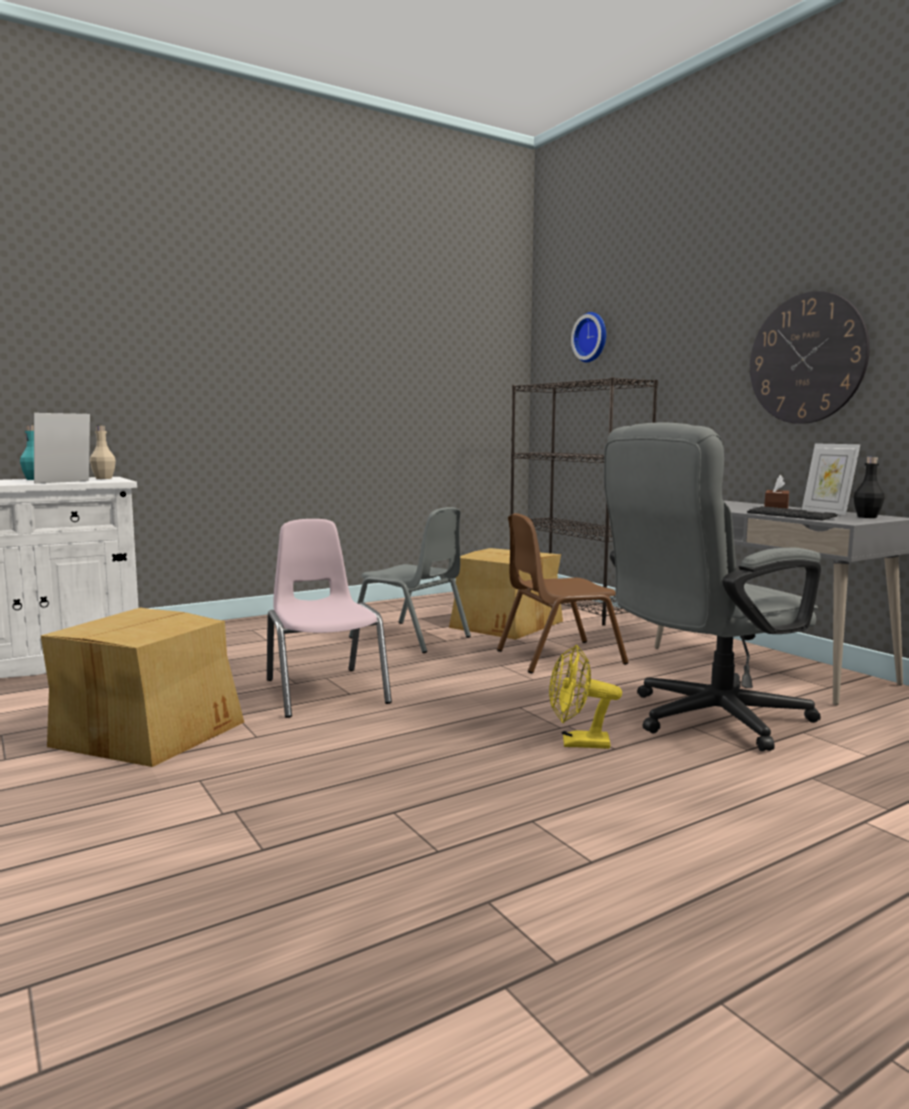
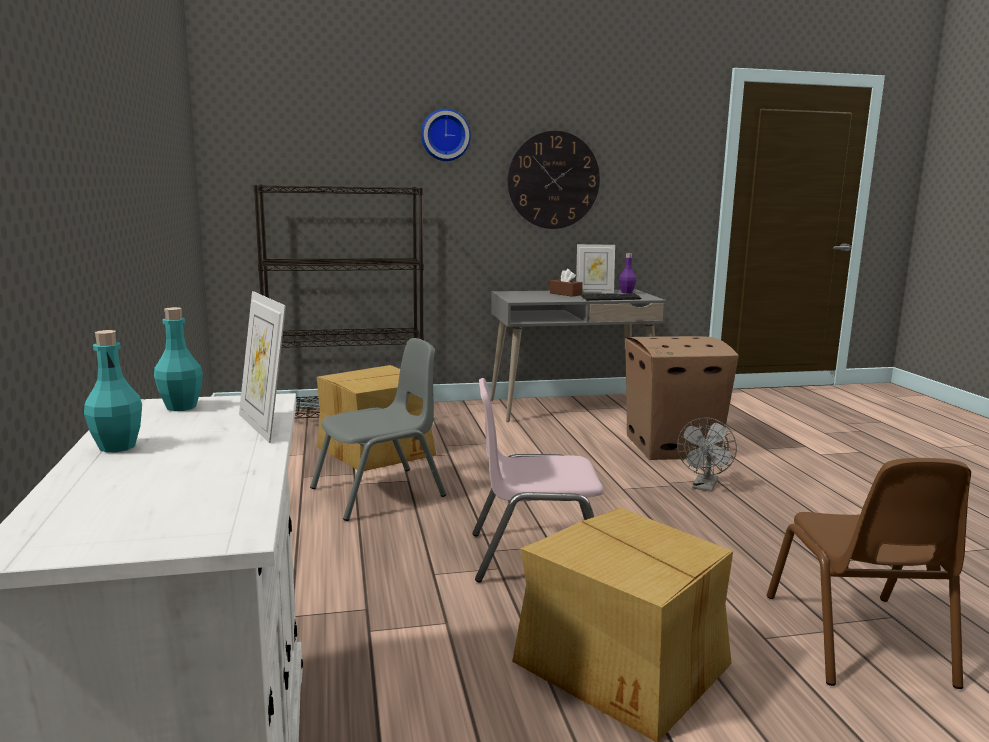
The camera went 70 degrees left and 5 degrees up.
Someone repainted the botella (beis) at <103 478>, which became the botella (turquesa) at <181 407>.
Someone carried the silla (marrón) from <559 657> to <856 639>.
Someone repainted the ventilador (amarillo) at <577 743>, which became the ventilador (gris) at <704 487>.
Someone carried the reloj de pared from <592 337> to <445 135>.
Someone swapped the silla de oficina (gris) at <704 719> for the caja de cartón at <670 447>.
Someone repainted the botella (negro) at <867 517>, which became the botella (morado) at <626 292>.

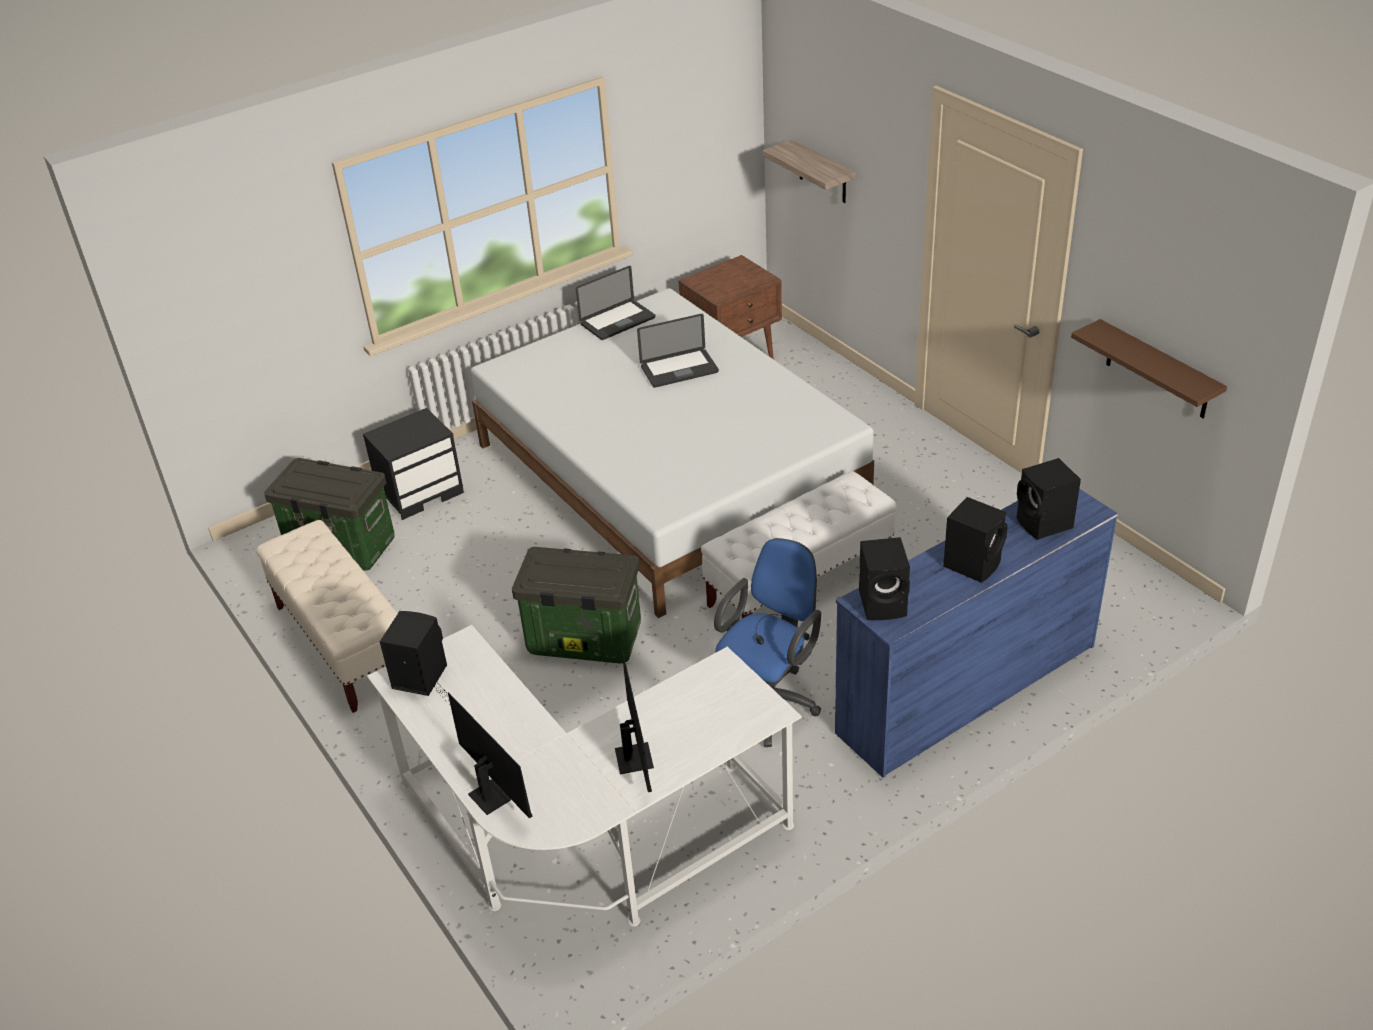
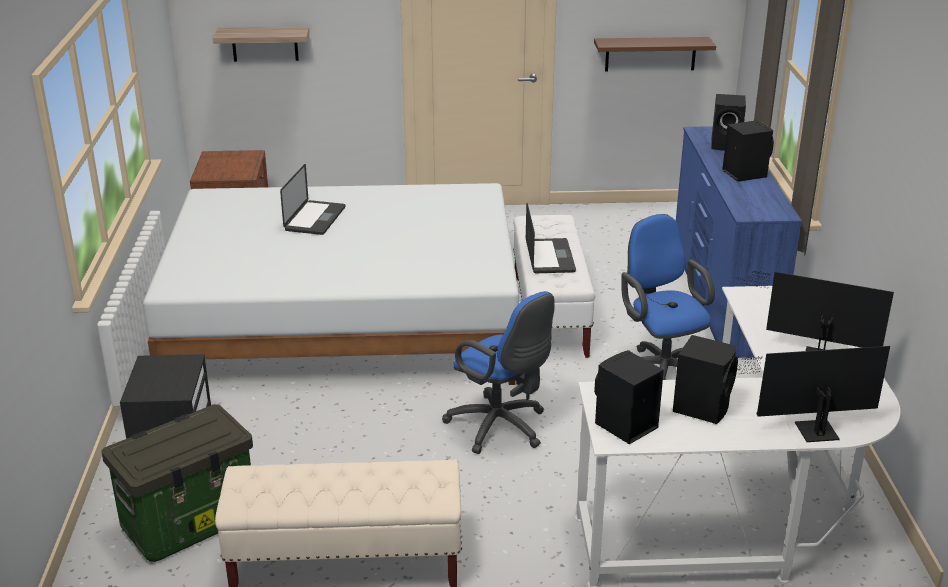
The camera went 60 degrees left and 10 degrees down.
Someone swapped the caja de almacenaje at <582 640> for the silla de oficina (azul) at <501 428>.
Someone carried the portátil from <617 321> to <549 257>.
Someone carried the altavoz (negro) from <884 604> to <702 407>.

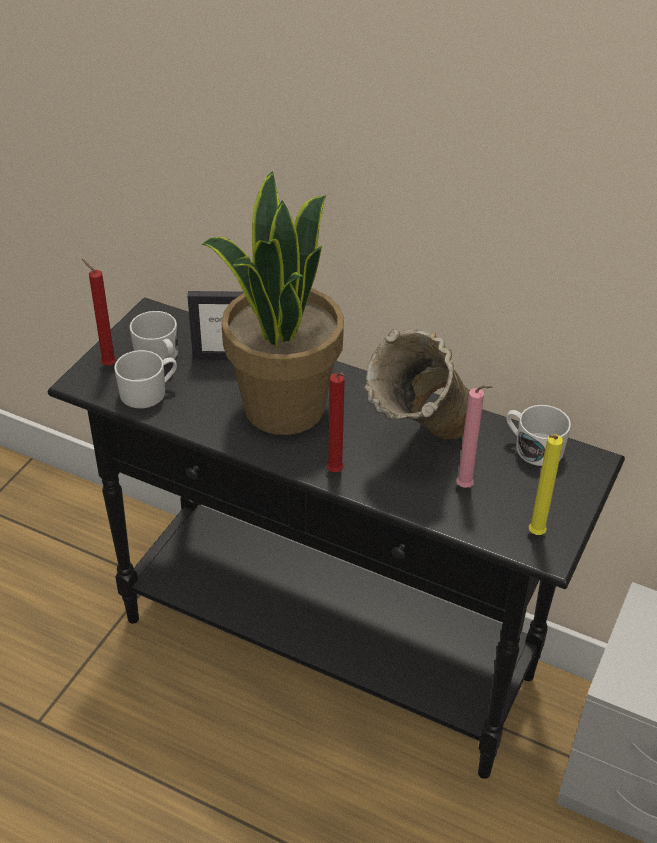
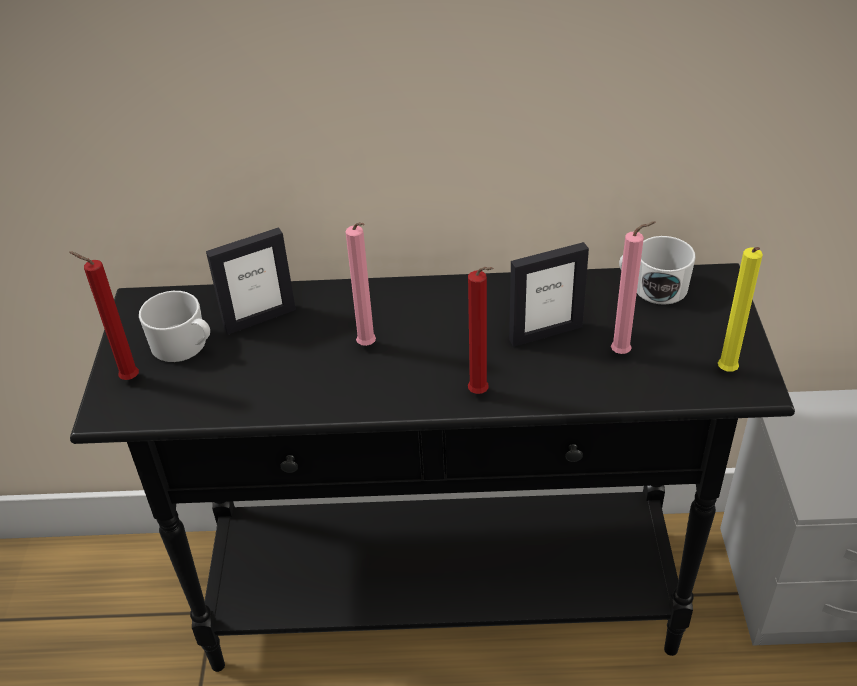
The camera went 25 degrees left and 0 degrees up.
Someone took away the taza grande (blanco) at <149 392>.
Someone swapped the planta en maceta at <282 407> for the vela (rosa) at <368 347>.
Someone swapped the florero (beis) at <419 448> for the portarretratos at <545 333>.

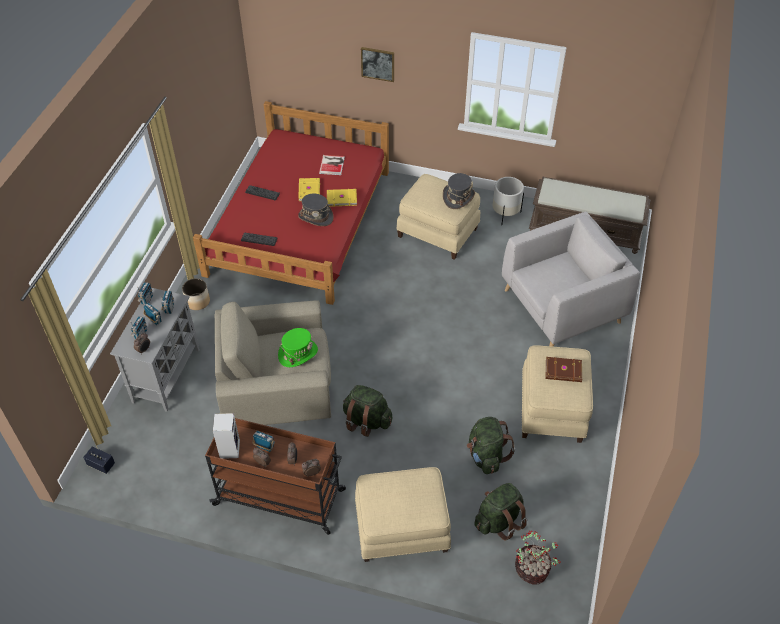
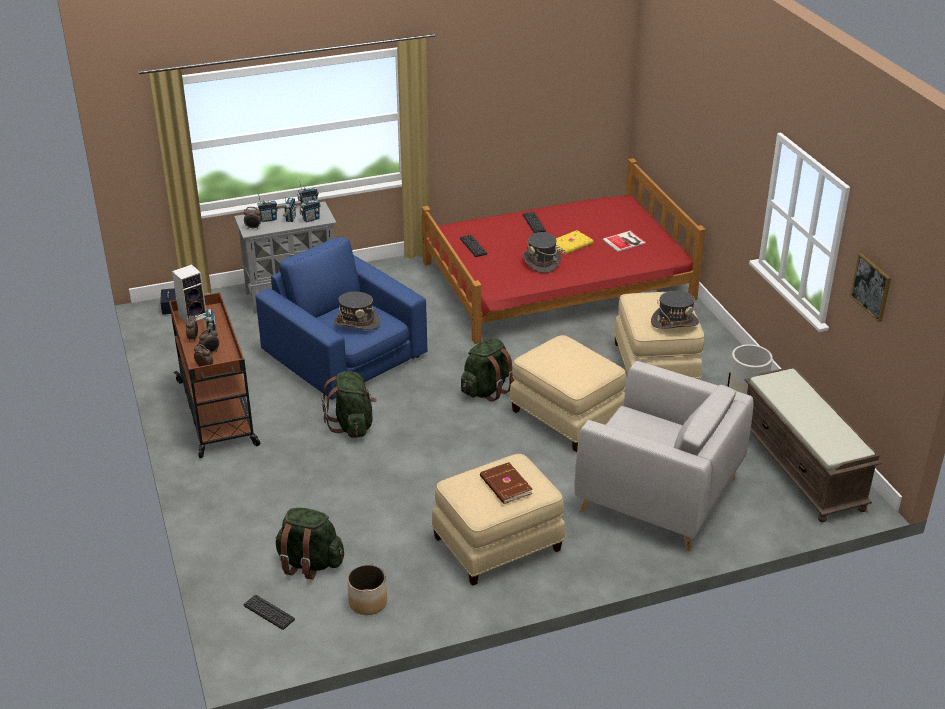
The camera went 55 degrees right and 15 degrees down.
Someone carried the maceta from <197 301> to <368 602>.
Someone repainted the sillón (beis) at <277 381>, which became the sillón (azul) at <346 354>.
Someone repainted the sombrero (verde) at <298 353>, which became the sombrero (gris) at <357 322>.
Someone took away the libro (amarillo) at <341 198>.
Someone carried the puf (beis) from <402 529> to <566 417>.
Someone carried the cuadro from <378 64> to <871 287>.
Someone carried the mochila (verde) from <486 456> to <486 390>.
Someone swapped the planta en maceta at <533 569> for the teclado at <269 612>.

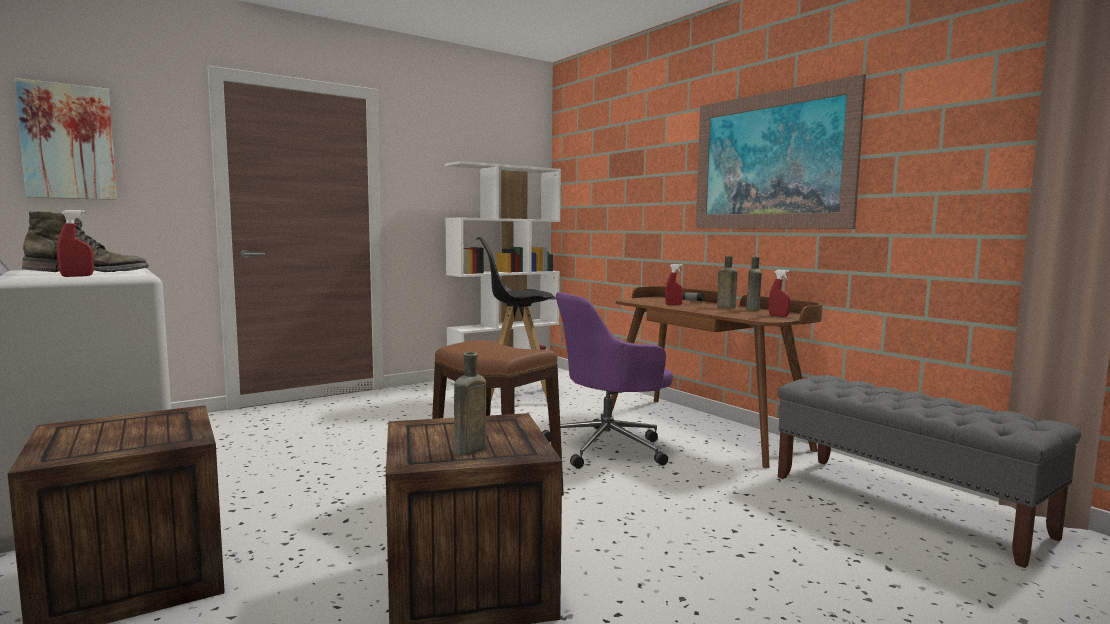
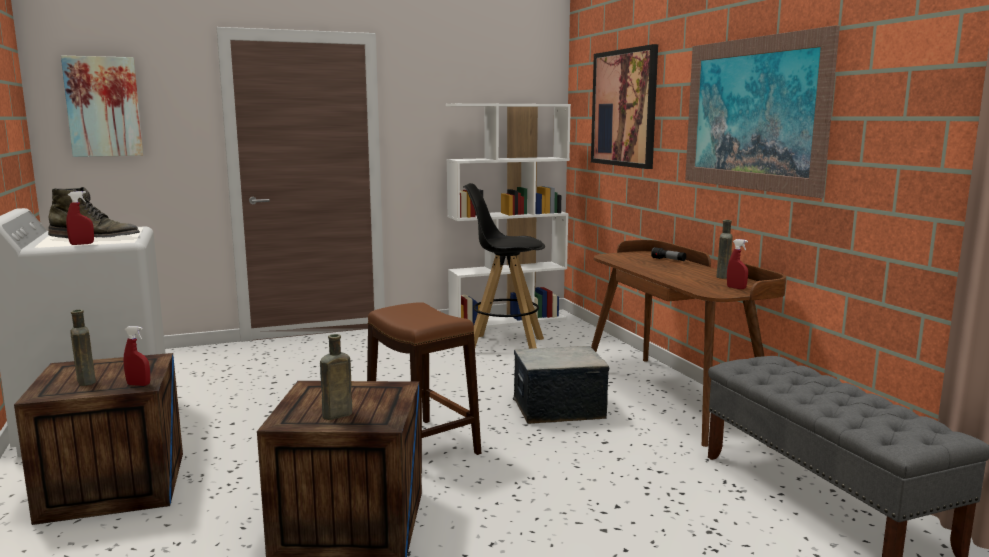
The camera went 15 degrees right and 5 degrees up.
Someone swapped the silla de oficina (morado) at <609 447> for the caja de almacenaje at <558 409>.
Someone carried the pulverizador (rojo) from <673 305> to <138 384>.
Someone carried the botella (marrón) from <725 307> to <85 381>.
Someone put up the cuadro at <624 108>.

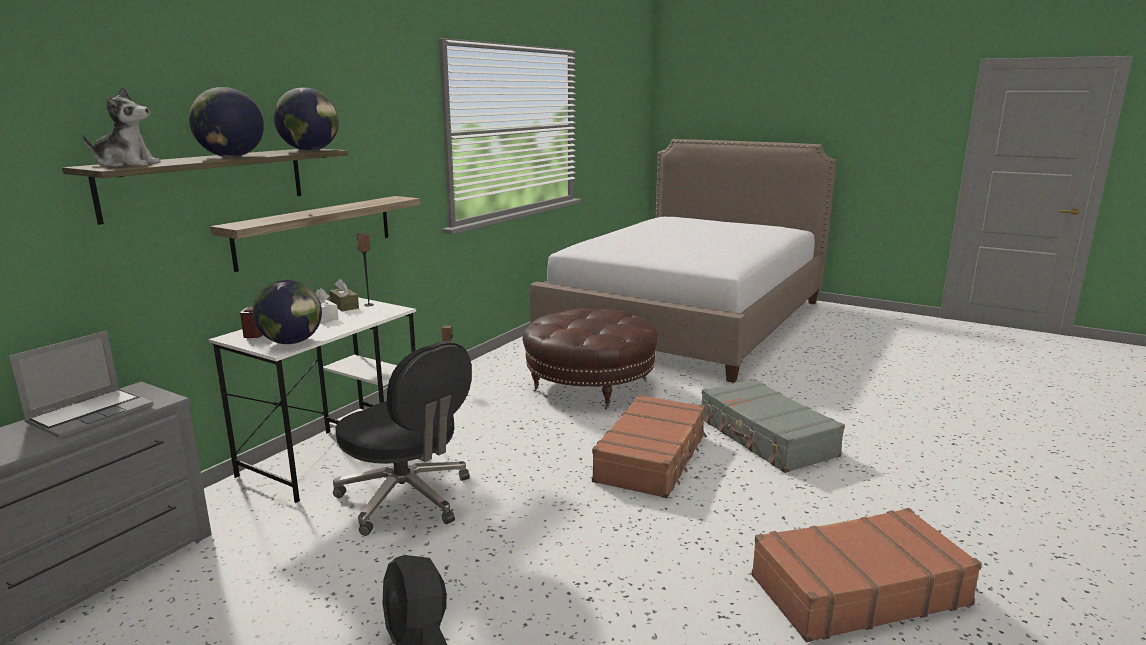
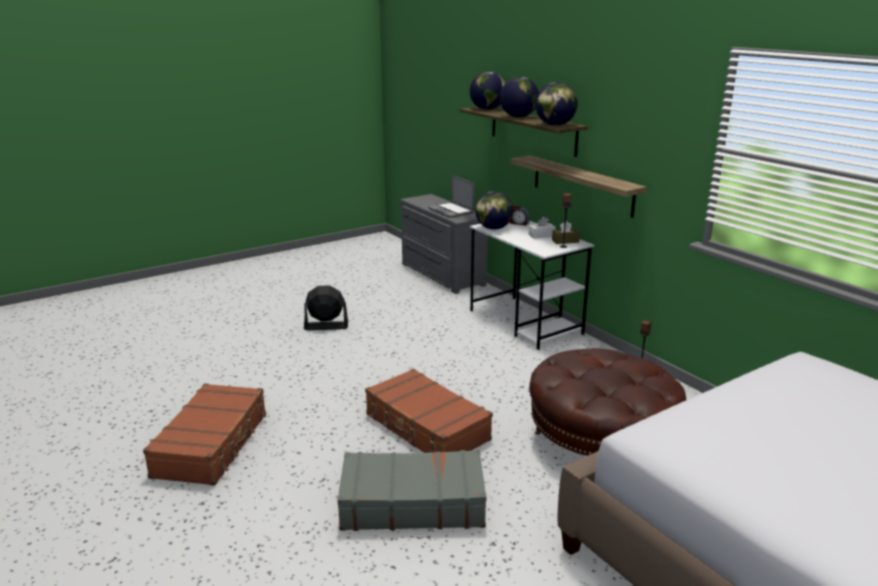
The camera went 115 degrees right and 5 degrees up.
Someone swapped the peluche at <126 164> for the globo terráqueo at <487 109>.
Someone took away the silla de oficina (negro) at <407 499>.

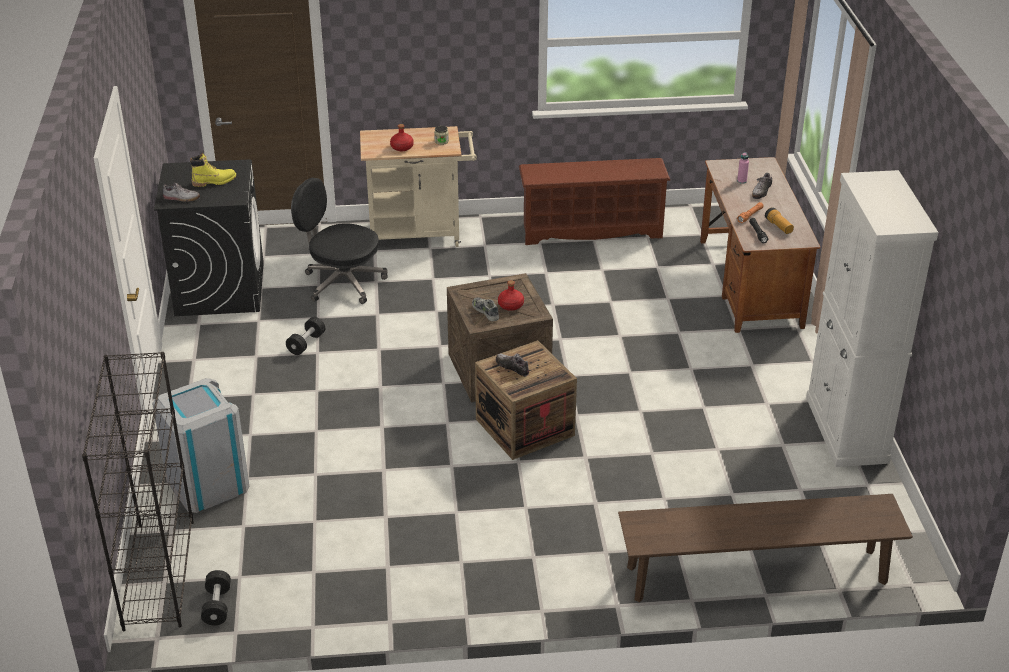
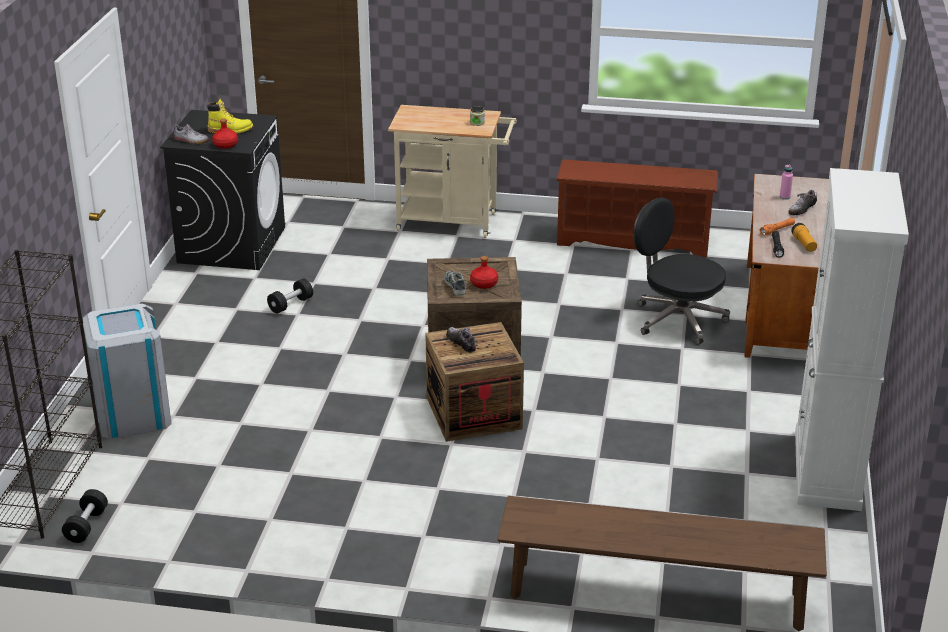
The camera went 15 degrees right and 5 degrees down.
Someone carried the silla de oficina (negro) from <342 282> to <677 319>.
Someone carried the botella (rojo) from <402 147> to <225 145>.

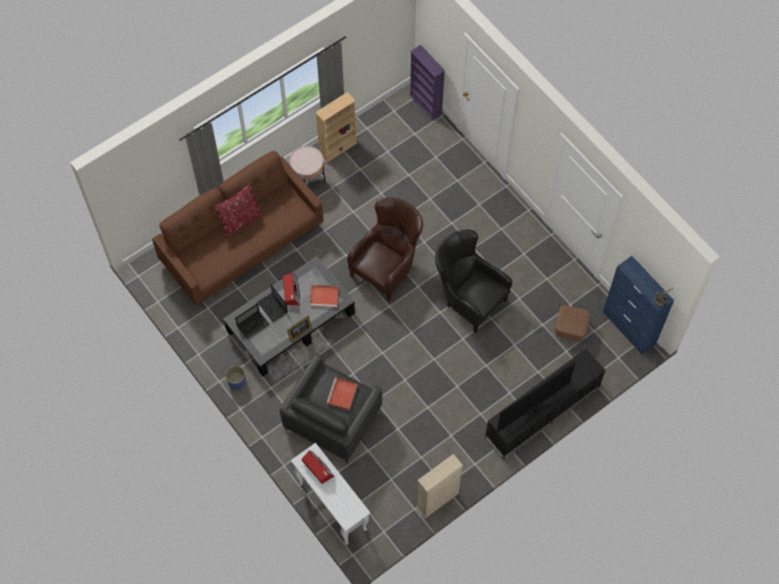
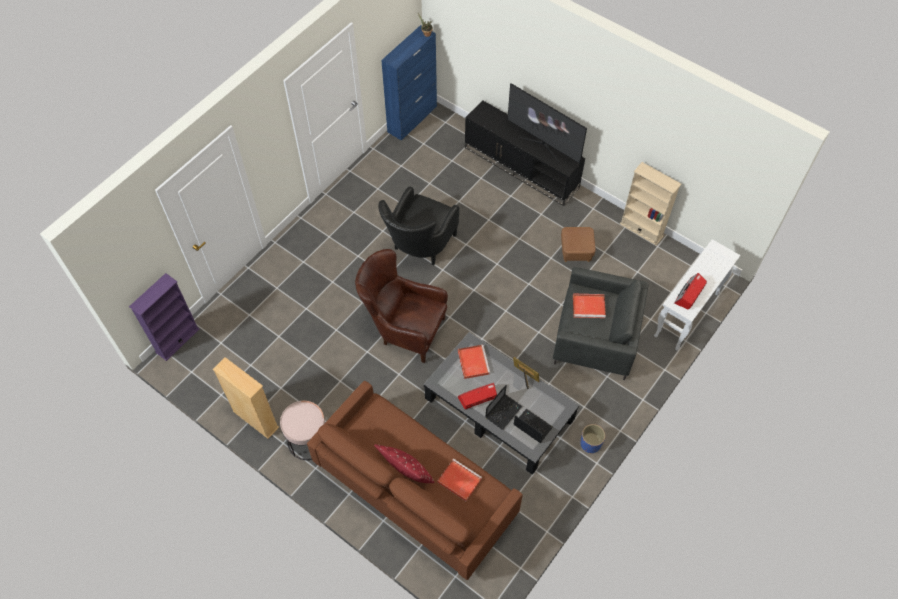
The camera went 105 degrees left and 5 degrees down.
Someone carried the puf (marrón) from <570 328> to <576 251>.
Someone put down the bandeja (rojo) at <458 480>.

